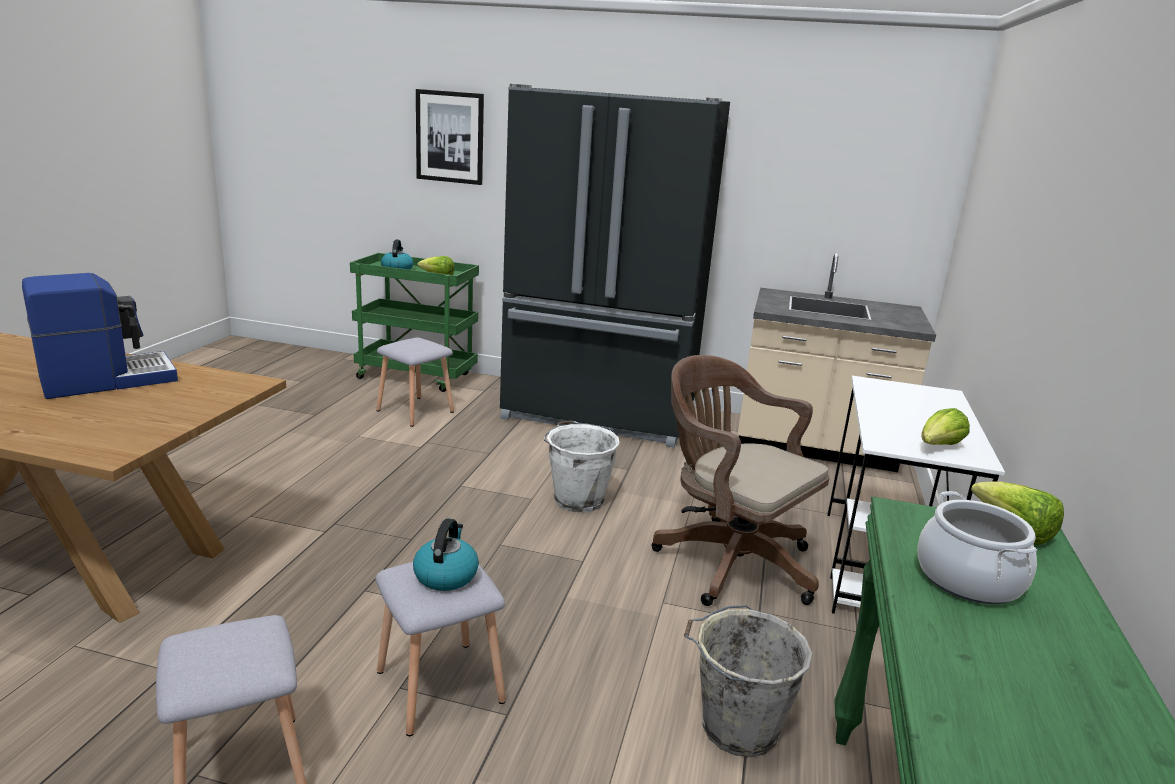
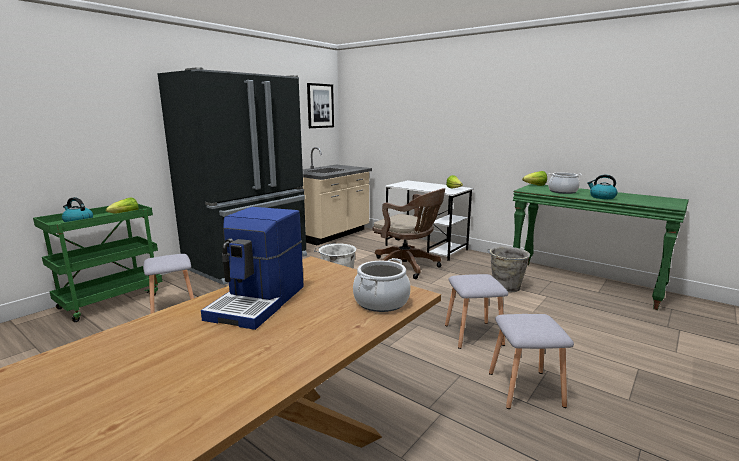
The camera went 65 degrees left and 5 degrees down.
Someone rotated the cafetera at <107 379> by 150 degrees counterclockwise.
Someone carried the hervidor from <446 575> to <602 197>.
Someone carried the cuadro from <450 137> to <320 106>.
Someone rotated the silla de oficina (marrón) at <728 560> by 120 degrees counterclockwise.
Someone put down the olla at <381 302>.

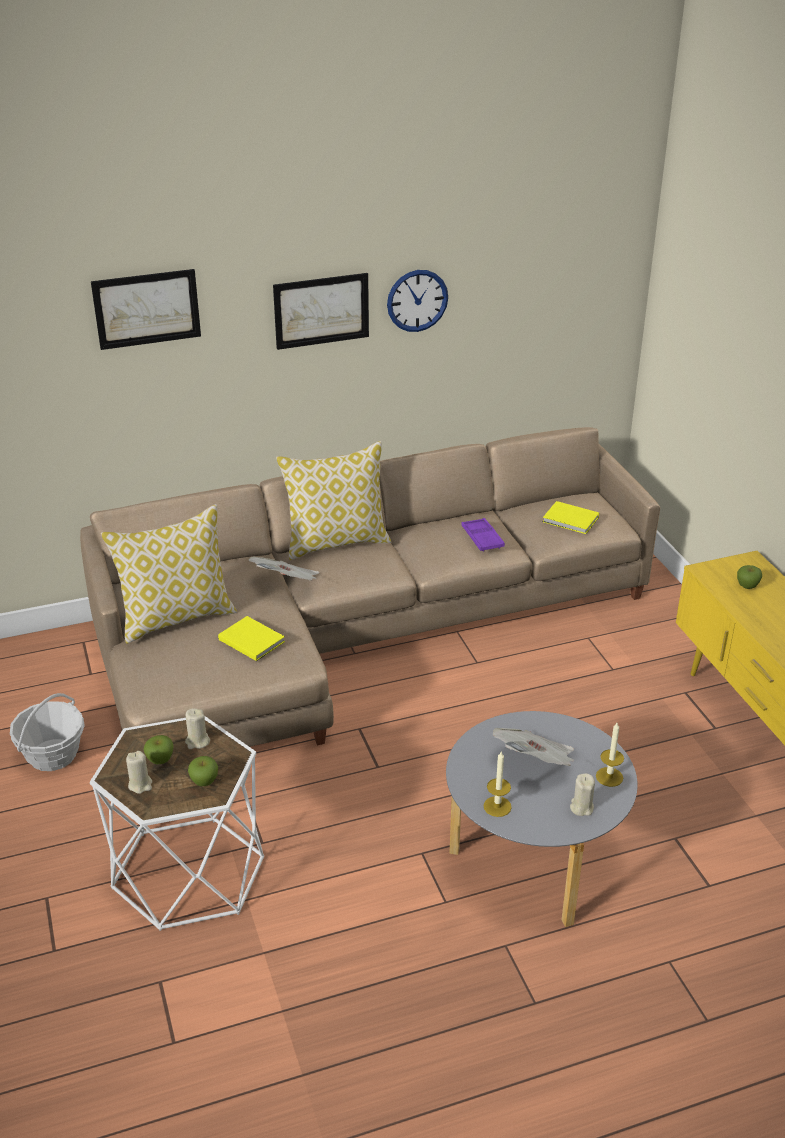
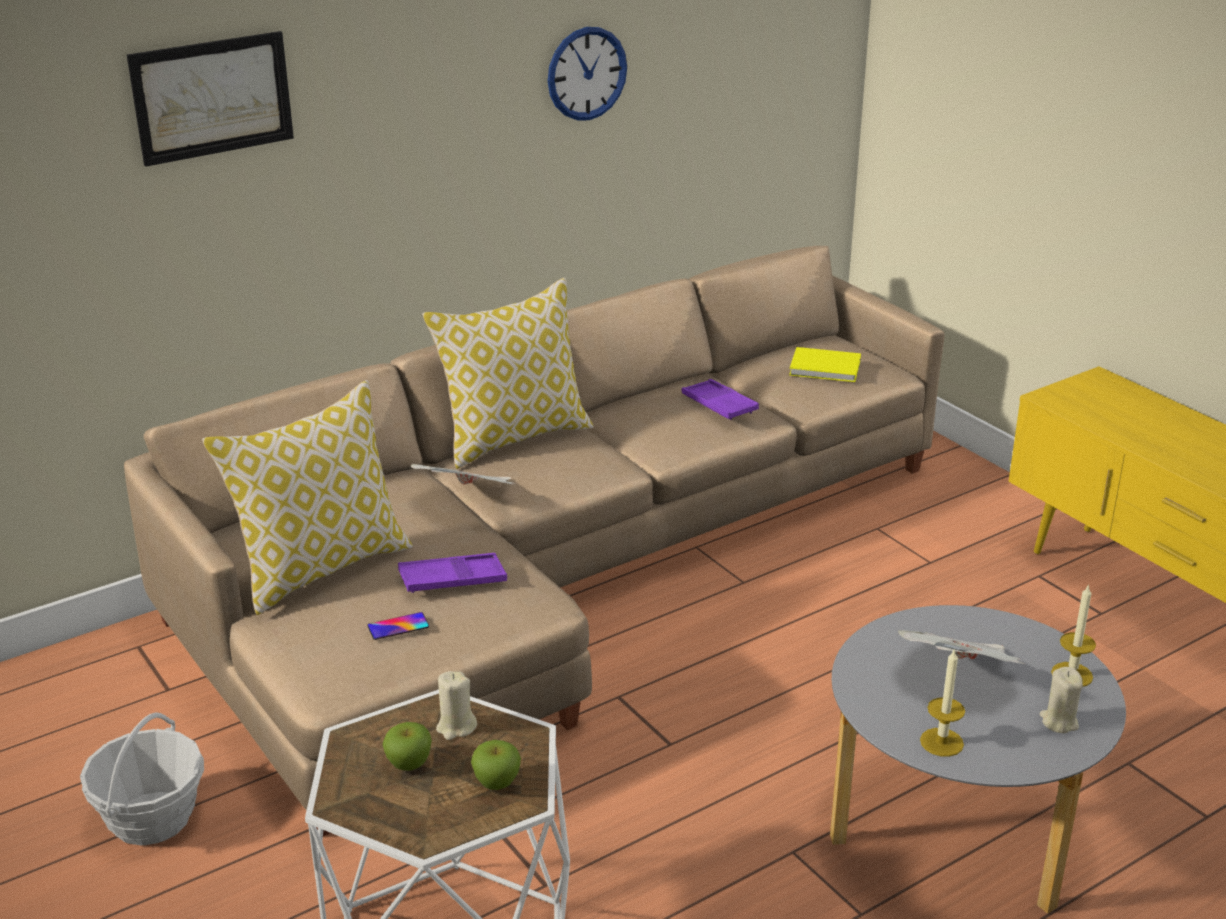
The camera went 15 degrees left and 5 degrees down.
Someone took away the vela (beis) at <140 784>.
Someone swapped the libro (amarillo) at <251 639> for the bandeja (morado) at <452 579>.
Someone took away the cuadro at <321 310>.
Someone took away the manzana at <747 586>.
Someone put down the móvil at <398 626>.

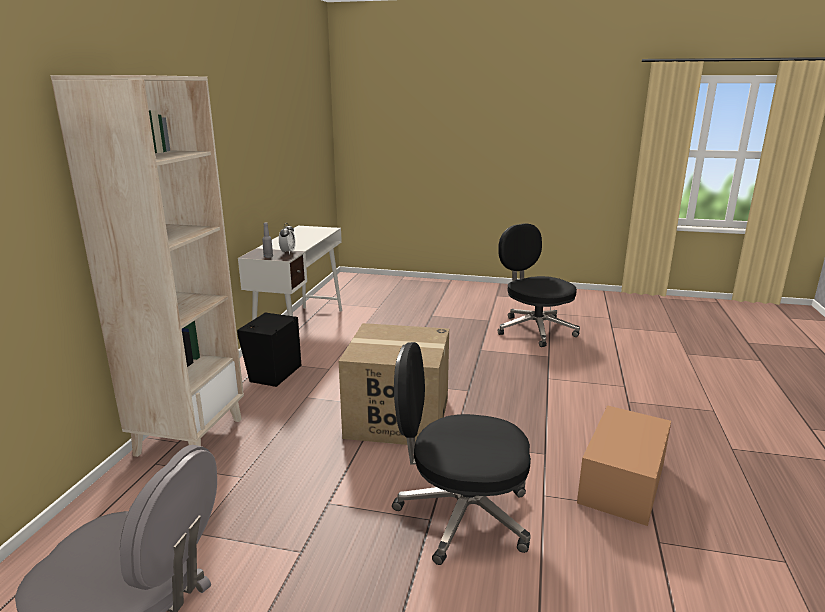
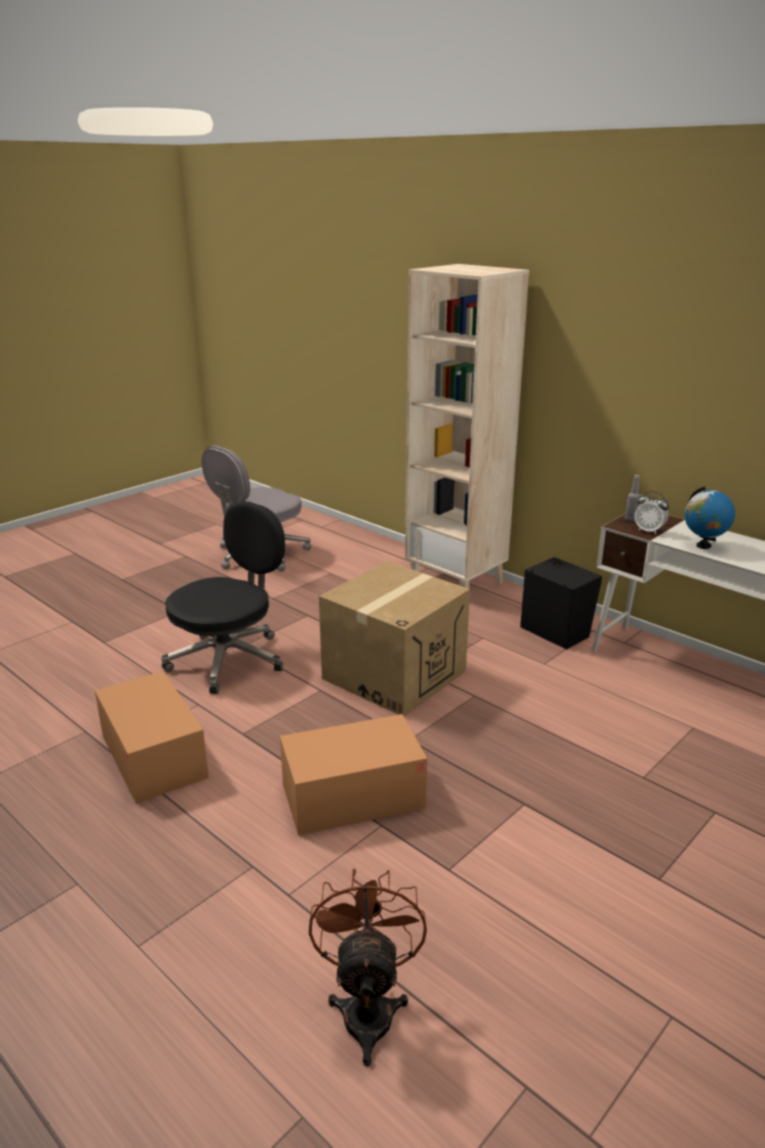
The camera went 120 degrees right and 5 degrees up.
Someone took away the silla de oficina (negro) at <534 329>.
Someone put down the caja de cartón at <353 796>.
Someone put down the ventilador (marrón) at <368 1008>.
Someone put down the globo terráqueo at <703 546>.

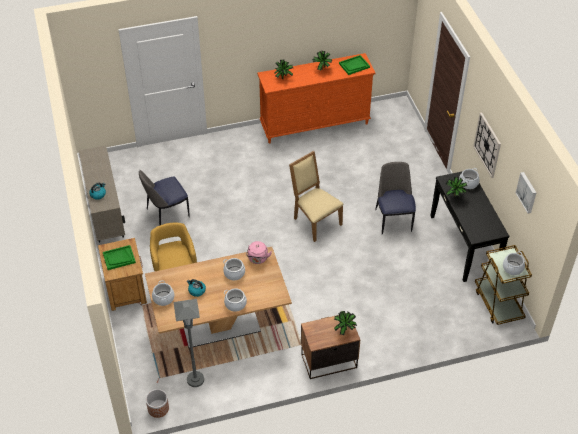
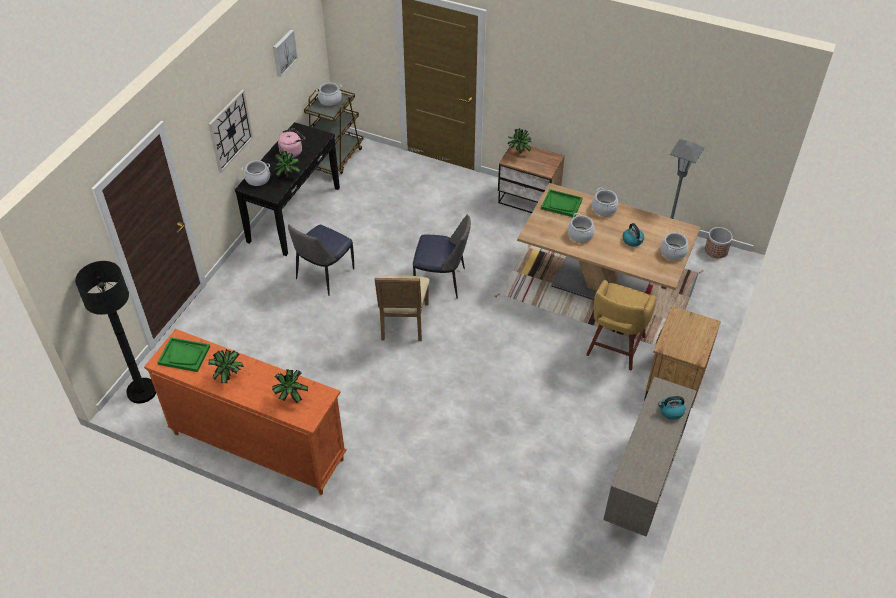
The camera went 140 degrees left and 0 degrees up.
Someone carried the bandeja (verde) from <119 258> to <561 204>.
Someone carried the silla from <166 214> to <442 281>.
Someone carried the hervidor (rosa) from <258 259> to <292 151>.
Someone put down the lámpara de pie (negro) at <142 391>.

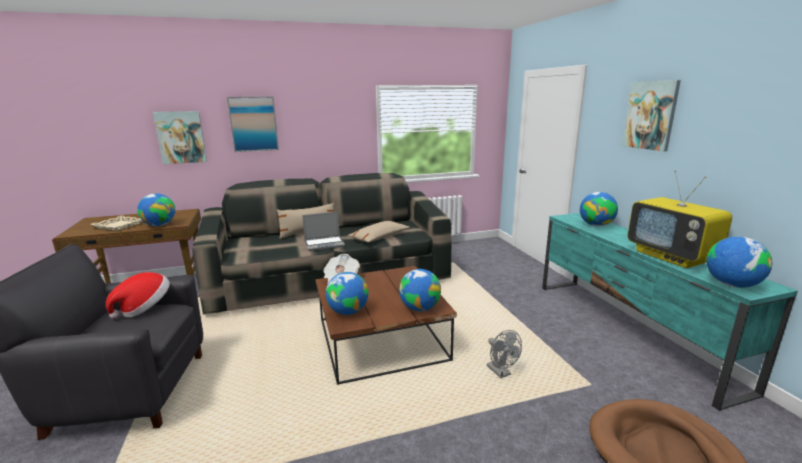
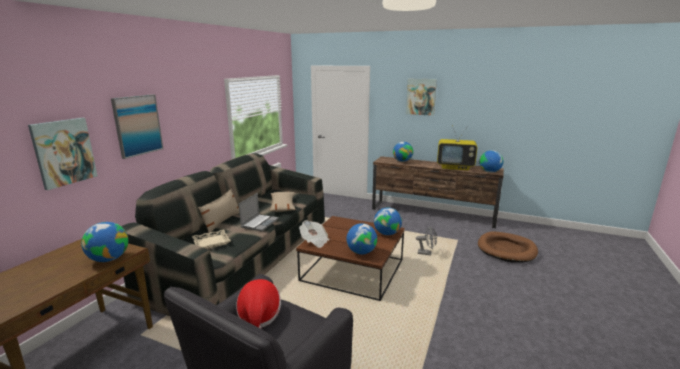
The camera went 50 degrees left and 0 degrees up.
Someone carried the bandeja (beis) from <119 225> to <211 242>.
Someone repainted the mueble de televisión (turquesa) at <628 331>, which became the mueble de televisión (marrón) at <433 213>.

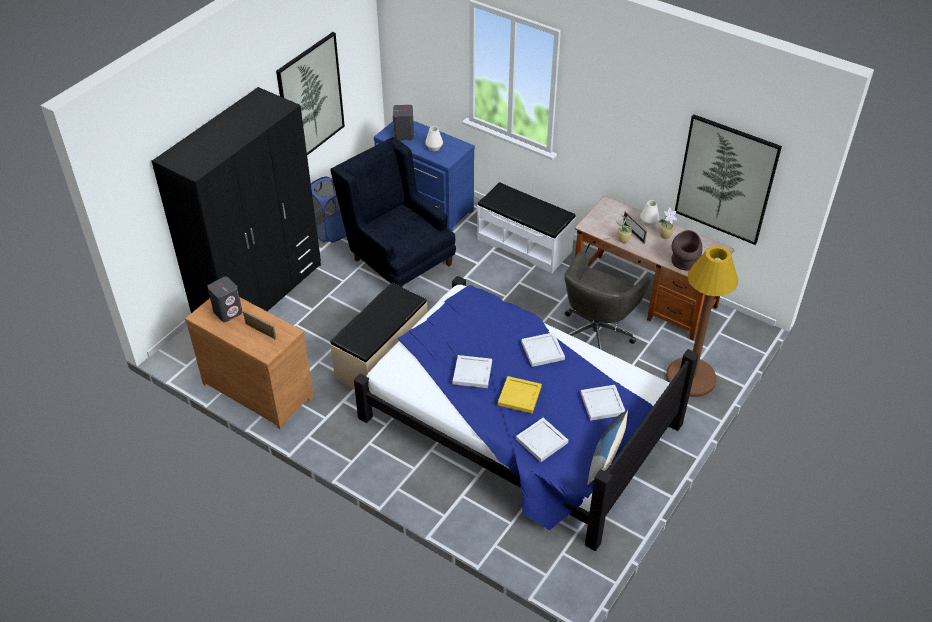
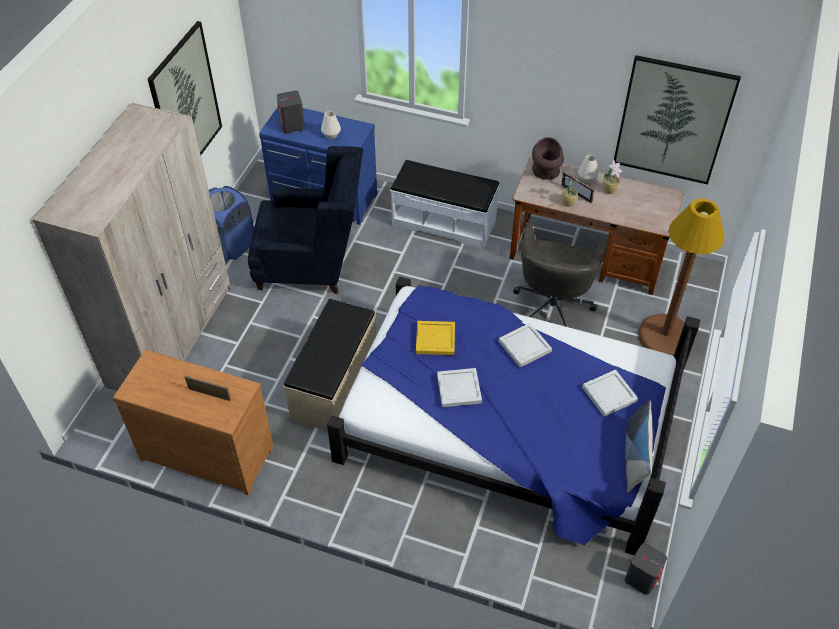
The camera went 15 degrees left and 5 degrees up.
Someone repainted the armario ropero (negro) at <259 293>, which became the armario ropero (beis) at <171 336>.
Someone carried the altavoz (gris) from <228 312> to <641 578>.
Someone rotated the sillón (azul) at <397 258> by 150 degrees clockwise.
Someone carried the bandeja (amarillo) from <520 396> to <436 340>.
Someone took away the bandeja (blanco) at <541 441>.
Someone carried the florero (marrón) from <684 264> to <546 173>.

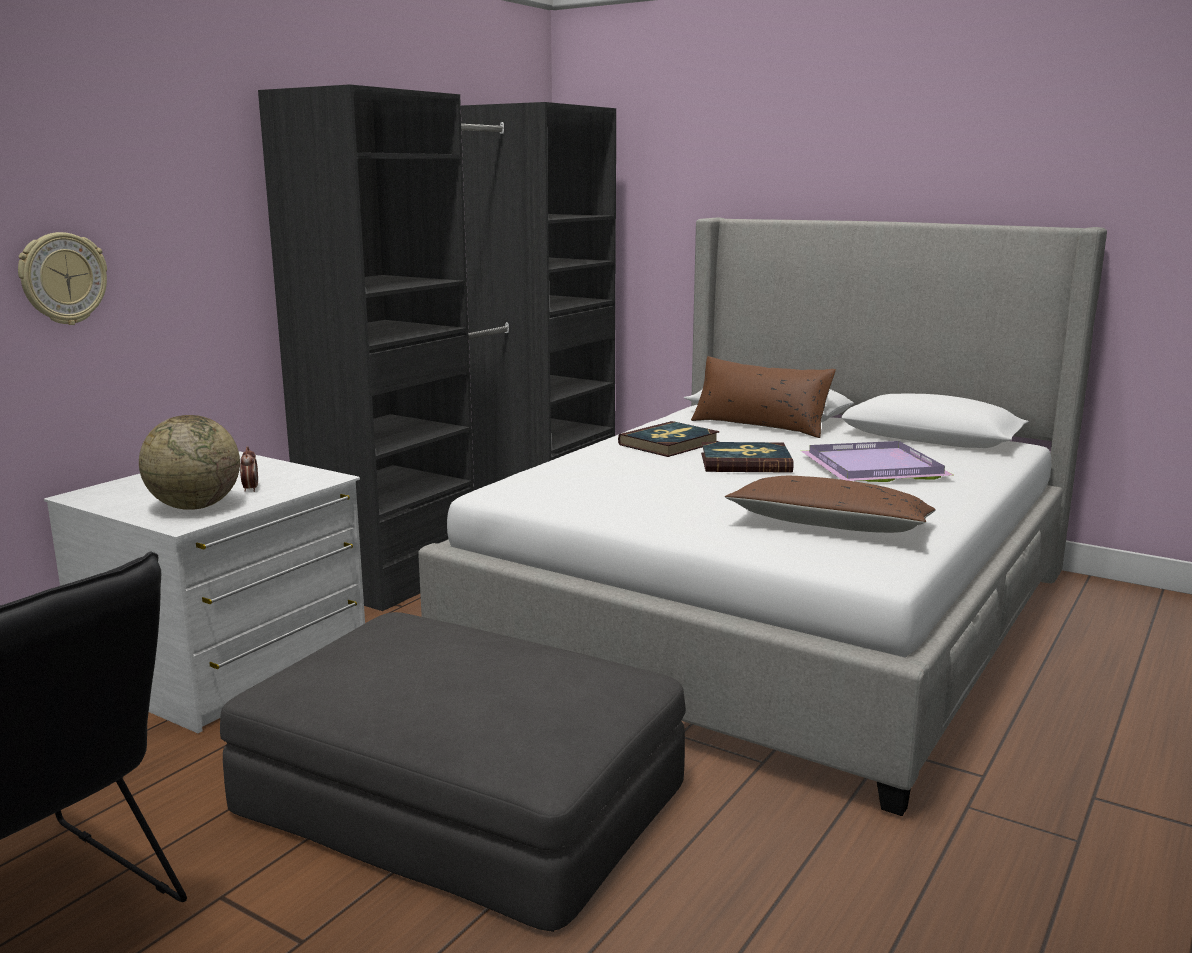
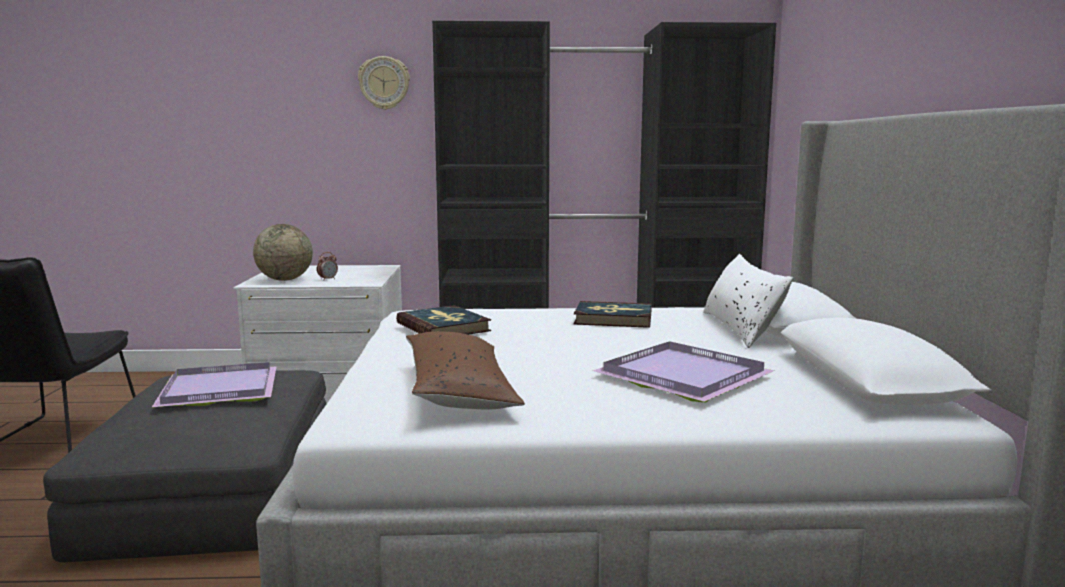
The camera went 55 degrees right and 5 degrees down.
Someone carried the reloj de pared from <62 278> to <384 83>.
Someone repainted the cojín (marrón) at <760 425>, which became the cojín (blanco) at <741 328>.
Someone carried the libro from <745 462> to <444 327>.
Someone put down the bandeja (morado) at <217 389>.

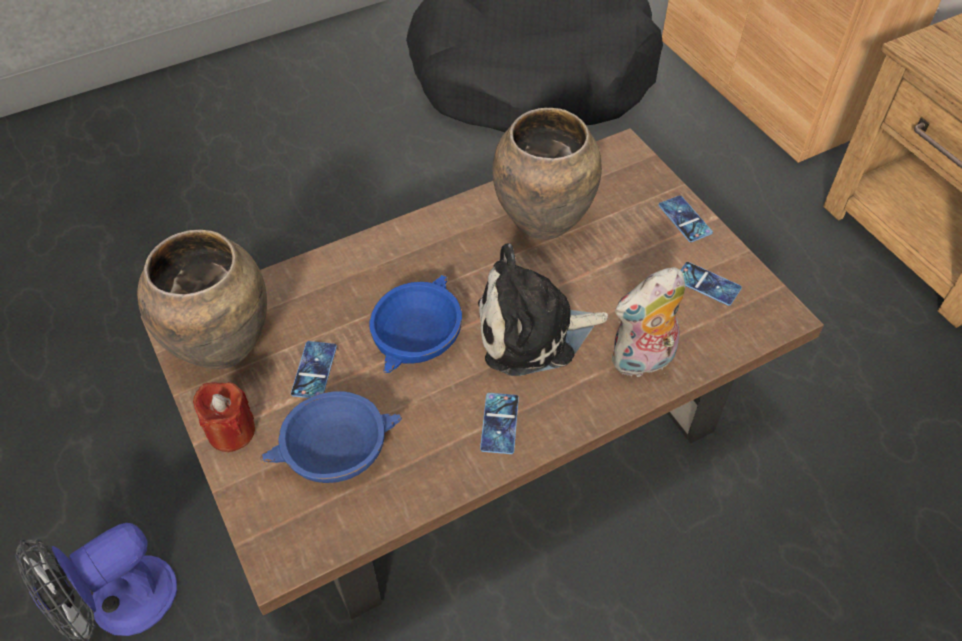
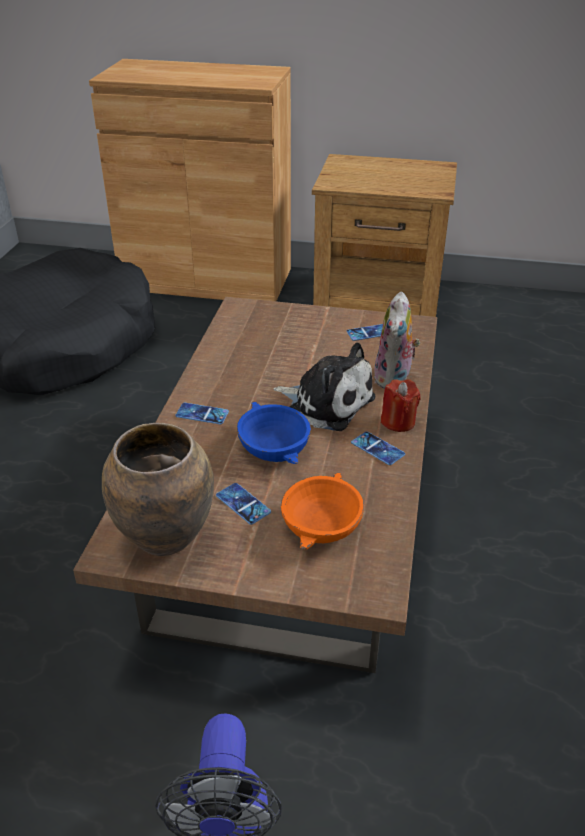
The camera went 50 degrees left and 15 degrees down.
Someone carried the vela (rojo) from <231 431> to <398 422>.
Someone repainted the cuenco (azul) at <336 450>, which became the cuenco (naranja) at <320 525>.
Someone rotated the peluche at <533 332> by 90 degrees counterclockwise.
Someone took away the florero (marrón) at <543 222>.
Someone carried the móvil from <685 219> to <202 414>.

